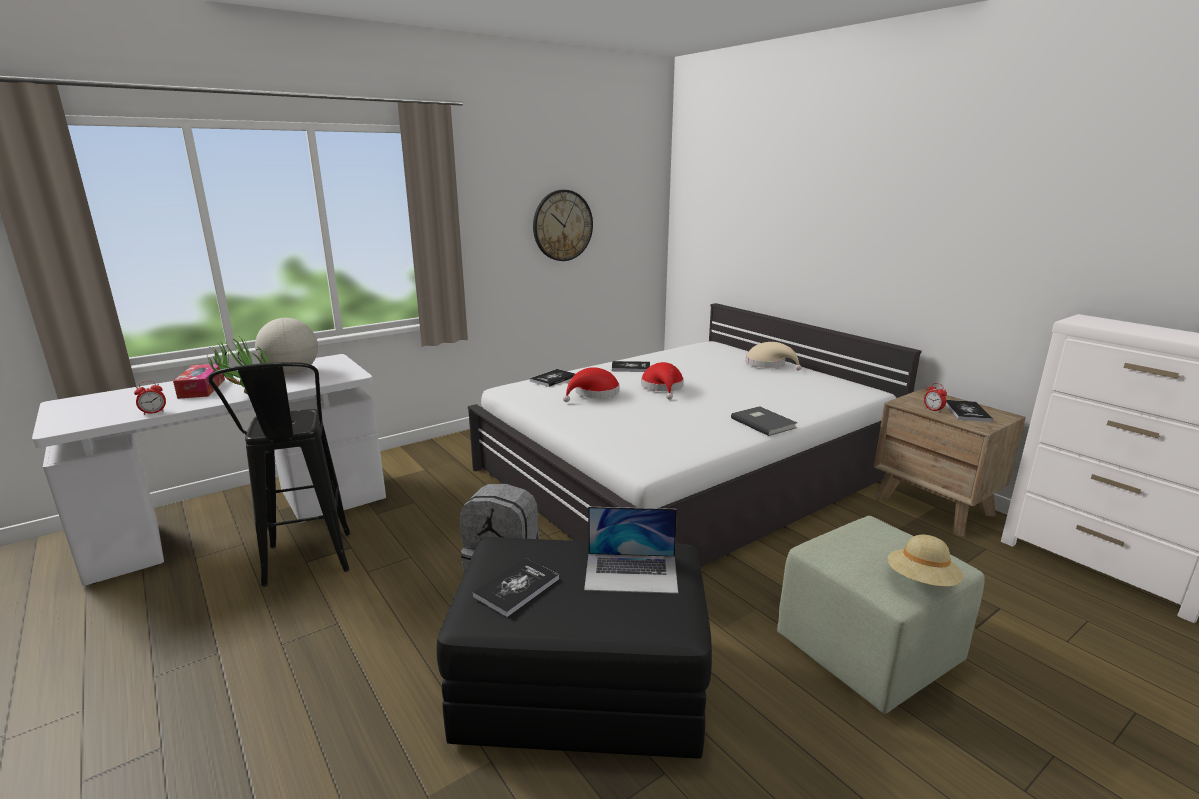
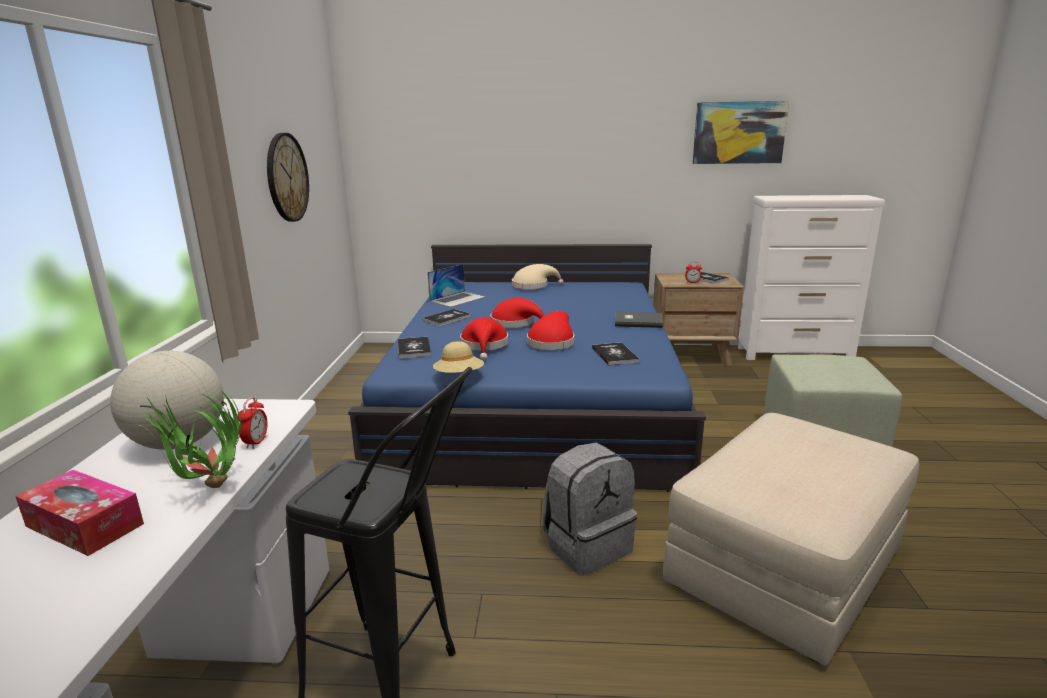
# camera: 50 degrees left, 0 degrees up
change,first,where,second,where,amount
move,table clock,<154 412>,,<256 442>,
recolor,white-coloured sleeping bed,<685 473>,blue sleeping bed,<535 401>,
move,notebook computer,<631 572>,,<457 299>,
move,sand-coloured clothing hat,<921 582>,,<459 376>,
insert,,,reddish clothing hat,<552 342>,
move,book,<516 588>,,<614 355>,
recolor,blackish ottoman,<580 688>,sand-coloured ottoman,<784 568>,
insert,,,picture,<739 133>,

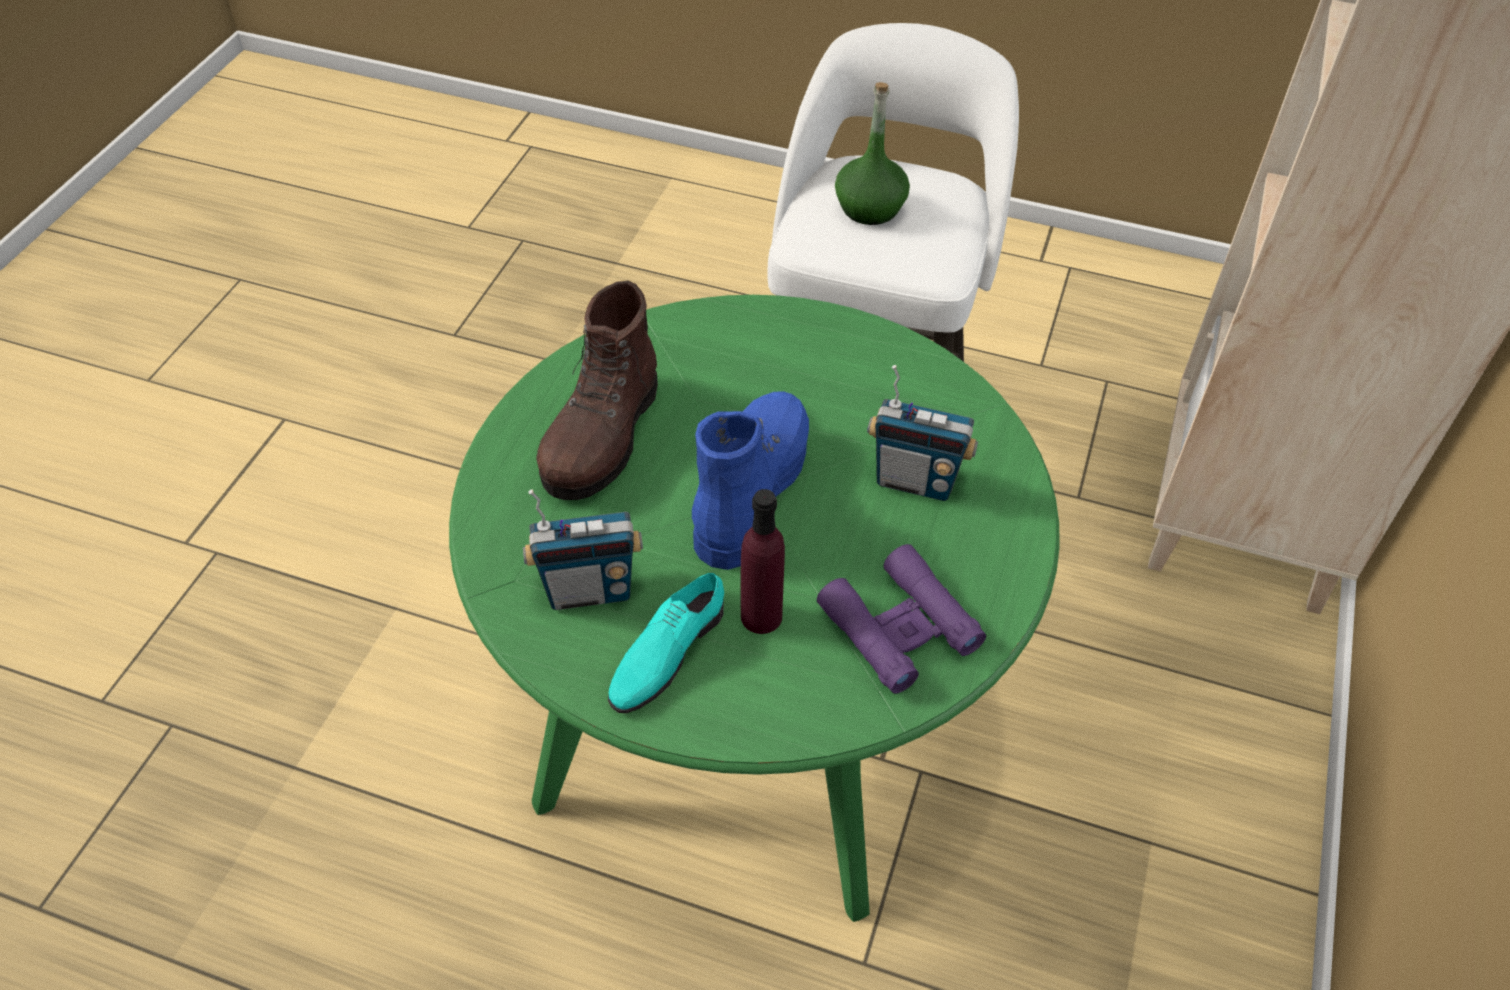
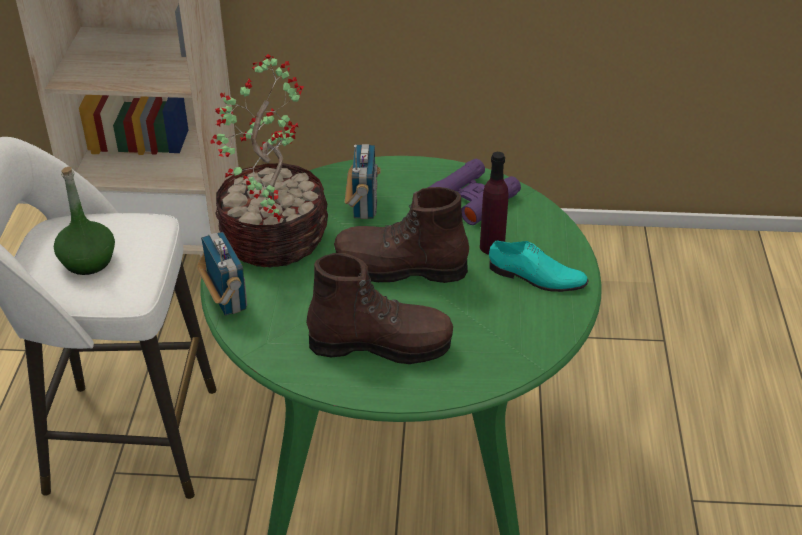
# camera: 105 degrees left, 10 degrees down
change,first,where,second,where,amount
move,radio set,<589 590>,,<226 299>,
insert,,,plant in a pot,<275 236>,
recolor,blue tall boot,<750 491>,brownish tall boot,<400 268>,

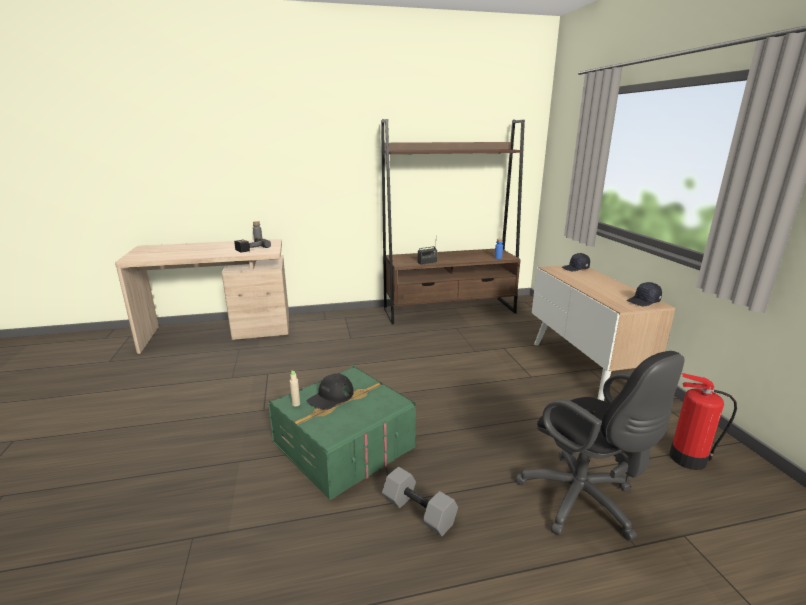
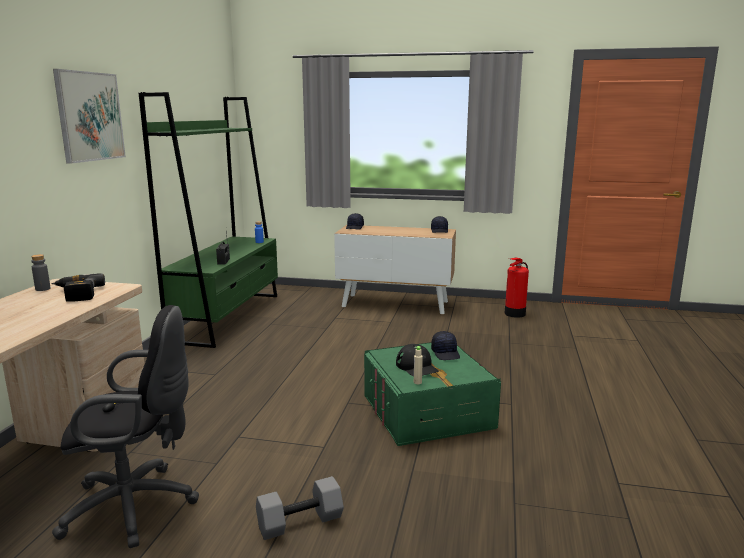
# camera: 65 degrees left, 5 degrees down
change,first,where,second,where,amount
move,blackish computer chair,<583 503>,,<137 506>,
insert,,,picture,<90 116>,
recolor,brownish bookshelf,<450 311>,green bookshelf,<227 317>,
move,greyish free weight,<417 512>,,<299 523>,
insert,,,blackish peaked cap,<446 353>,

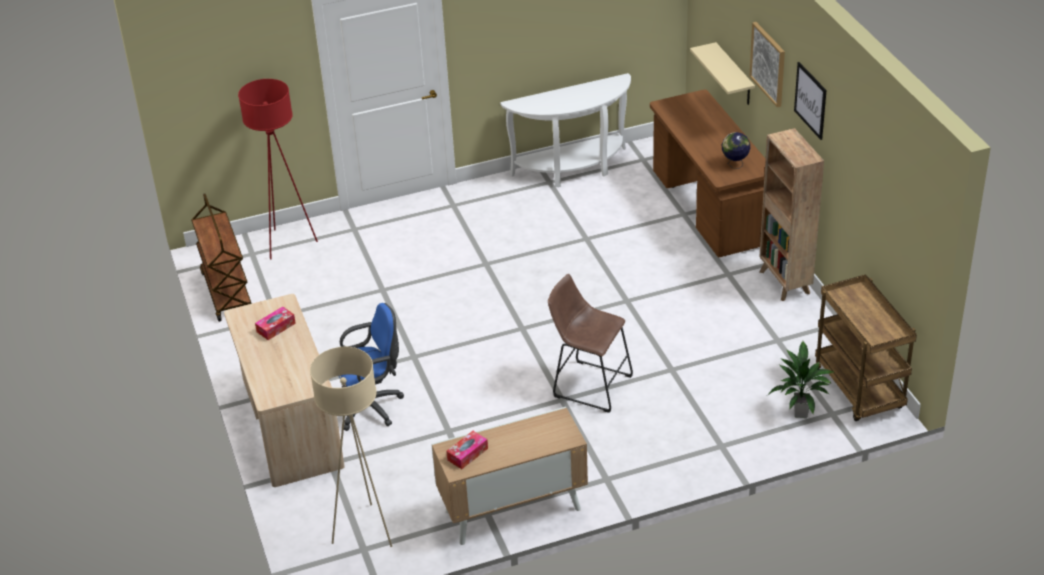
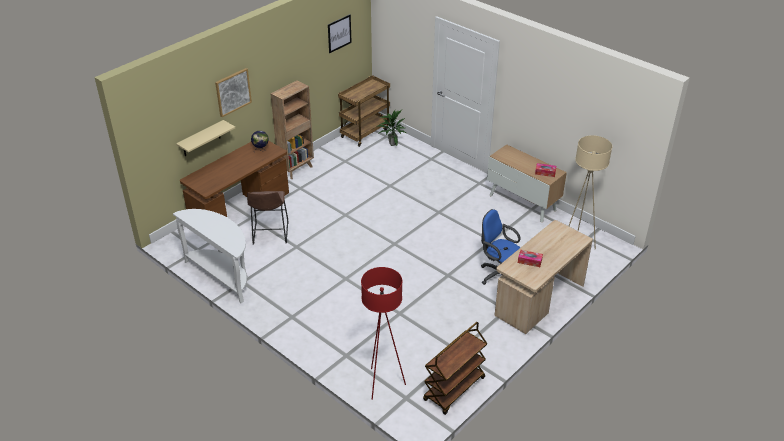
# camera: 120 degrees left, 0 degrees up
change,first,where,second,where,amount
move,brownish sitting stool,<588 384>,,<270 234>,
move,picture,<810 100>,,<339 33>,

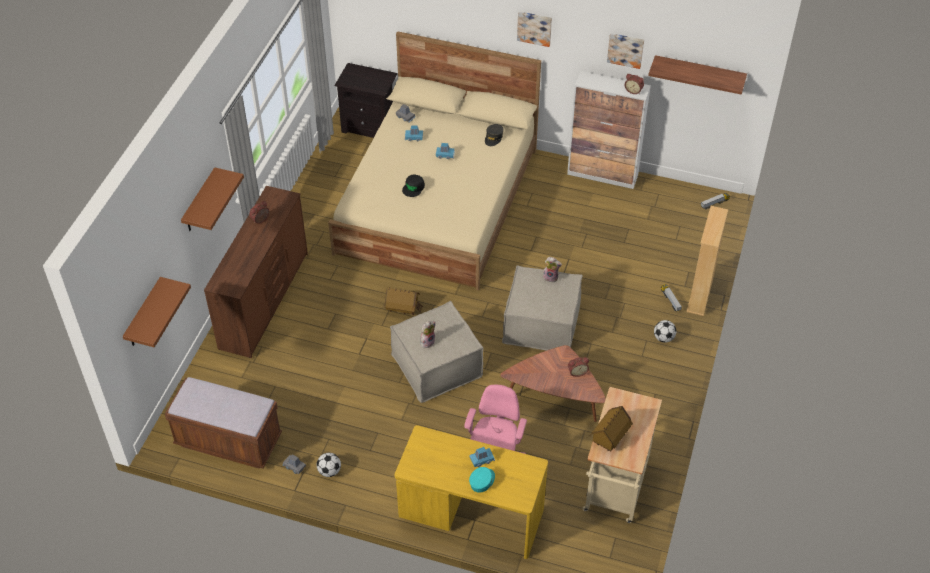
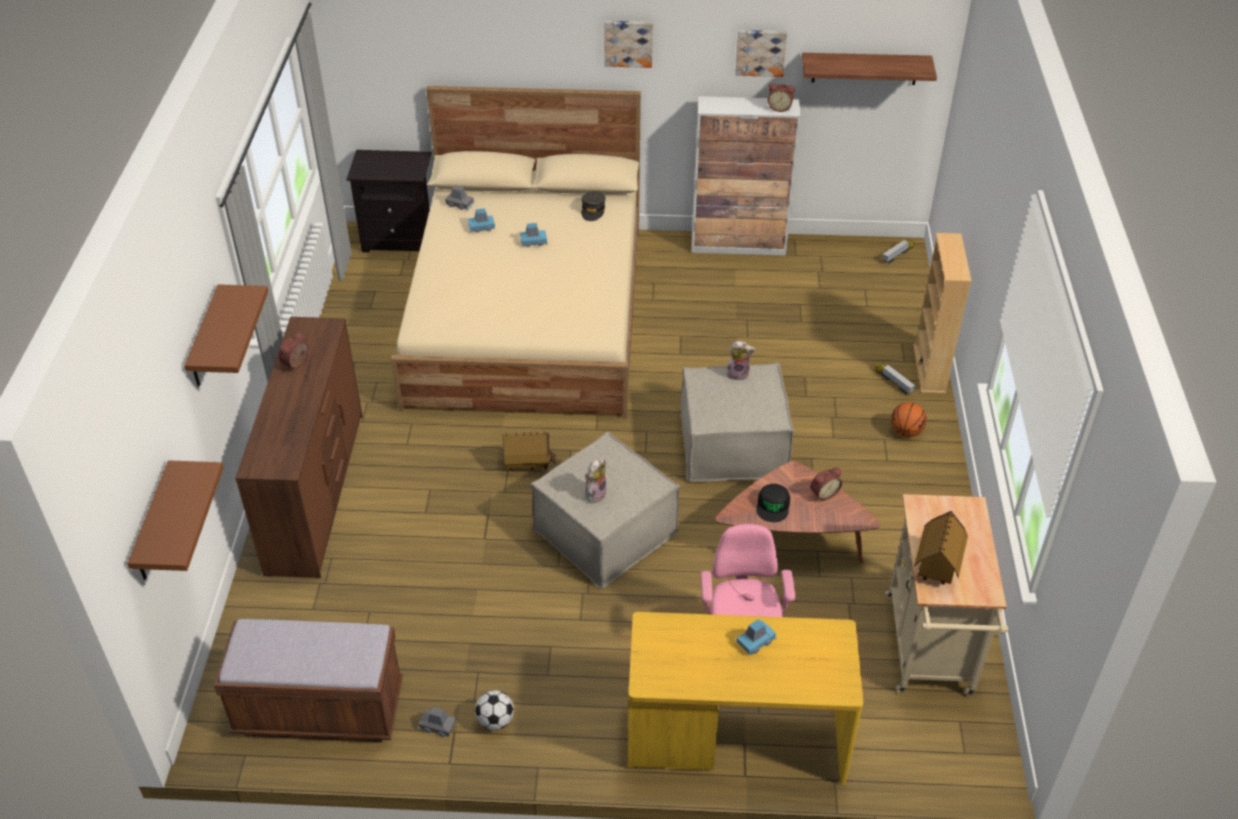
# camera: 15 degrees left, 5 degrees down
change,first,where,second,where,amount
move,blackish peaked cap,<413 188>,,<773 506>,
replace,football ball,<663 338>,basketball ball,<906 432>,
delete,turquoise-coloured peaked cap,<482 481>,,,

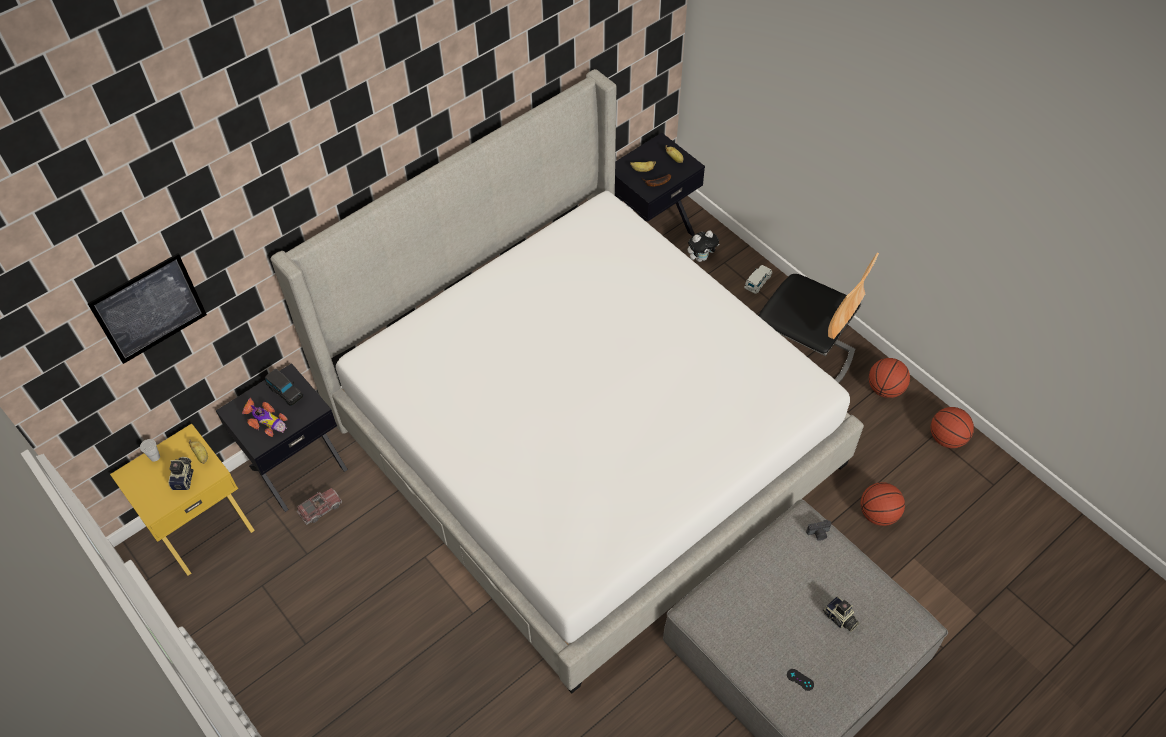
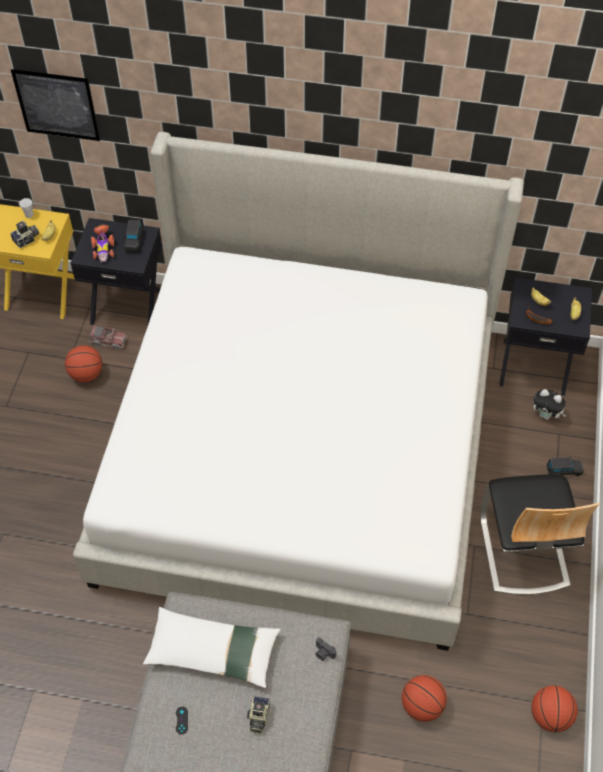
# camera: 50 degrees right, 0 degrees up
change,first,where,second,where,amount
move,basketball ball,<885 388>,,<86 374>,
insert,,,white-coloured cushion,<213 651>,
recolor,white-coloured miniature car,<757 283>,blackish miniature car,<563 470>,

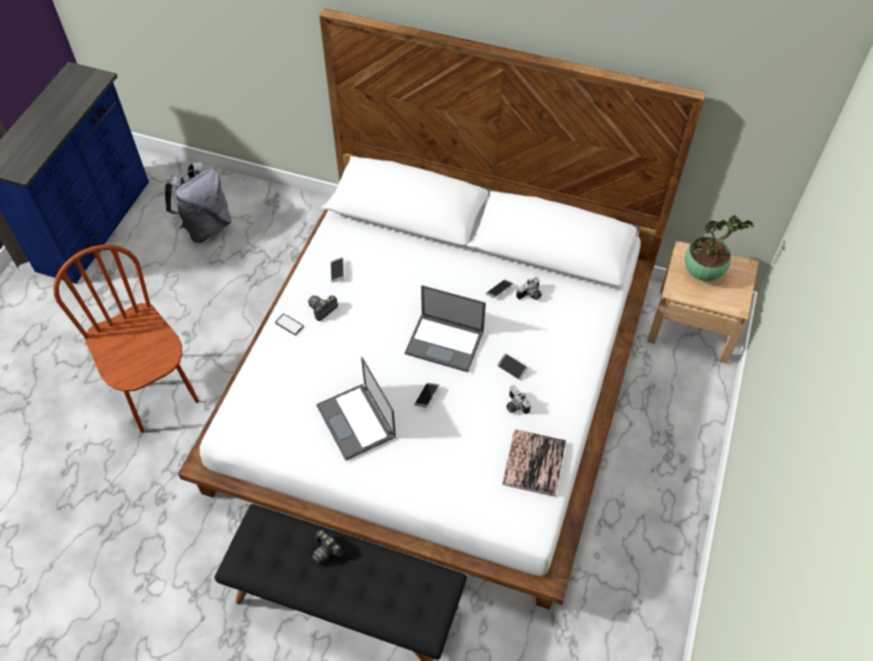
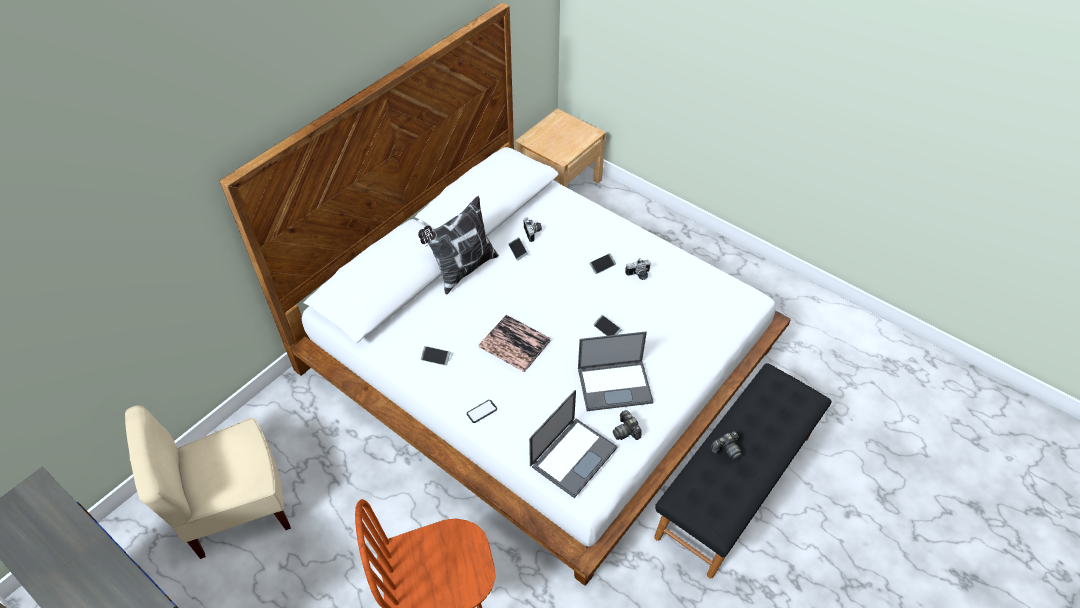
# camera: 70 degrees left, 5 degrees down
change,first,where,second,where,amount
replace,greyish knapsack,<206 227>,sand-coloured upright chair,<237 509>,
insert,,,cushion,<463 270>,
move,book,<534 463>,,<514 344>,
move,notebook computer,<445 342>,,<573 455>,
move,still camera,<322 309>,,<626 431>,
delete,plant in a pot,<703 272>,,,

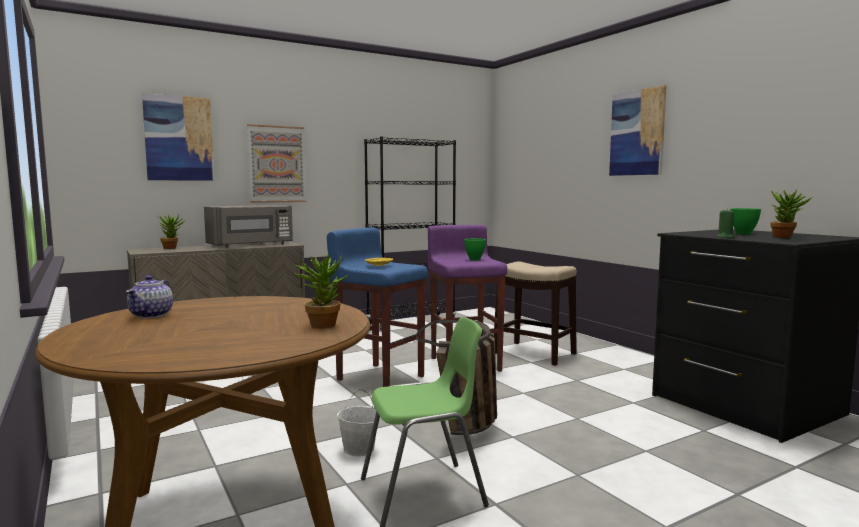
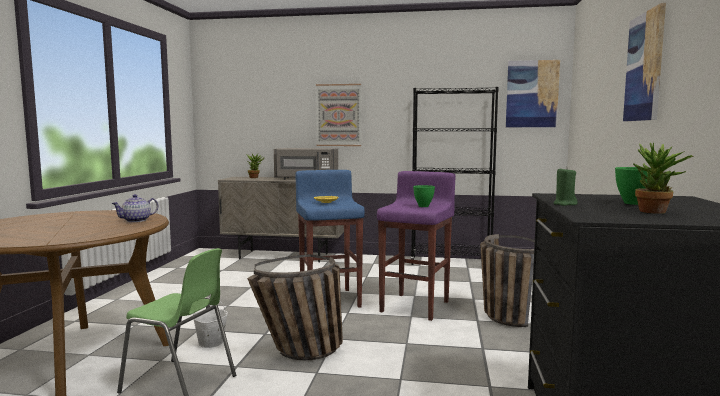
# camera: 40 degrees right, 0 degrees up
change,first,where,second,where,amount
move,tea pot,<152 315>,,<137 220>,
replace,sitting stool,<535 353>,storage basket,<500 314>,
move,picture,<179 138>,,<532 94>,
delete,plant in a pot,<322 324>,,,

